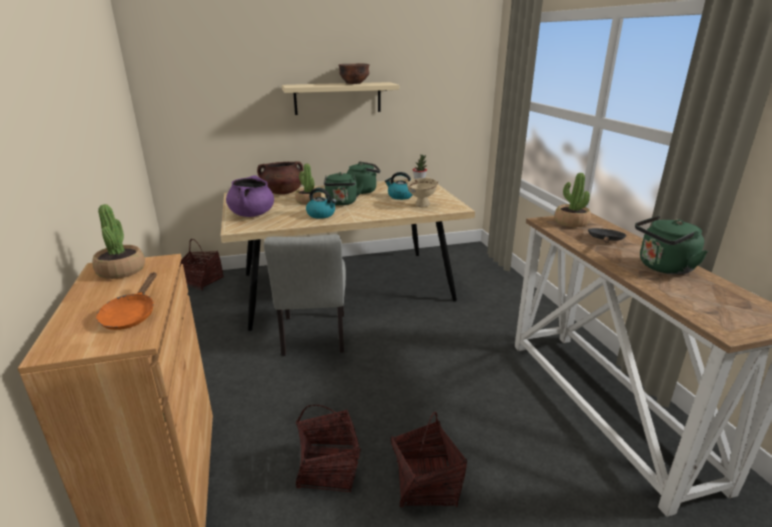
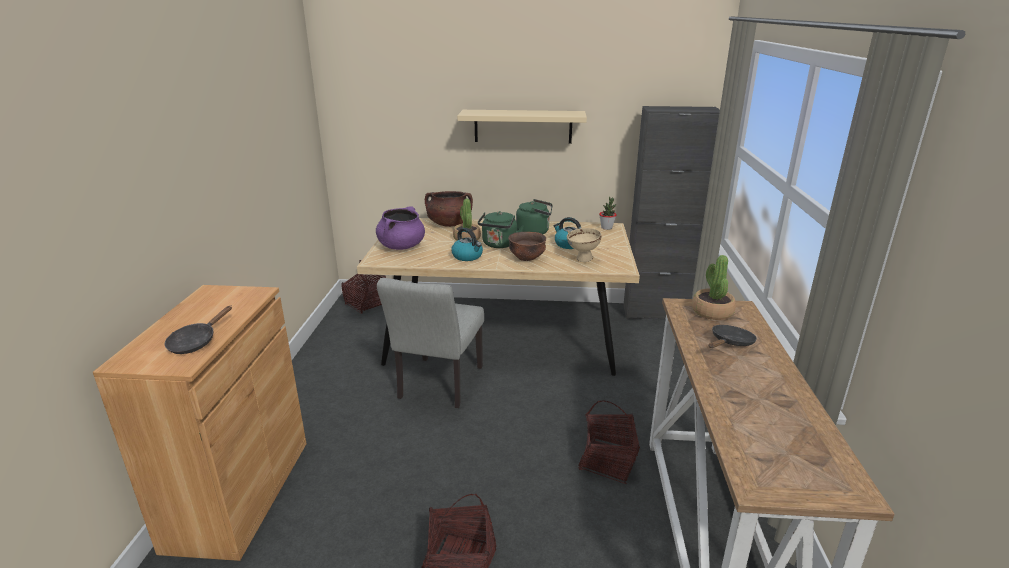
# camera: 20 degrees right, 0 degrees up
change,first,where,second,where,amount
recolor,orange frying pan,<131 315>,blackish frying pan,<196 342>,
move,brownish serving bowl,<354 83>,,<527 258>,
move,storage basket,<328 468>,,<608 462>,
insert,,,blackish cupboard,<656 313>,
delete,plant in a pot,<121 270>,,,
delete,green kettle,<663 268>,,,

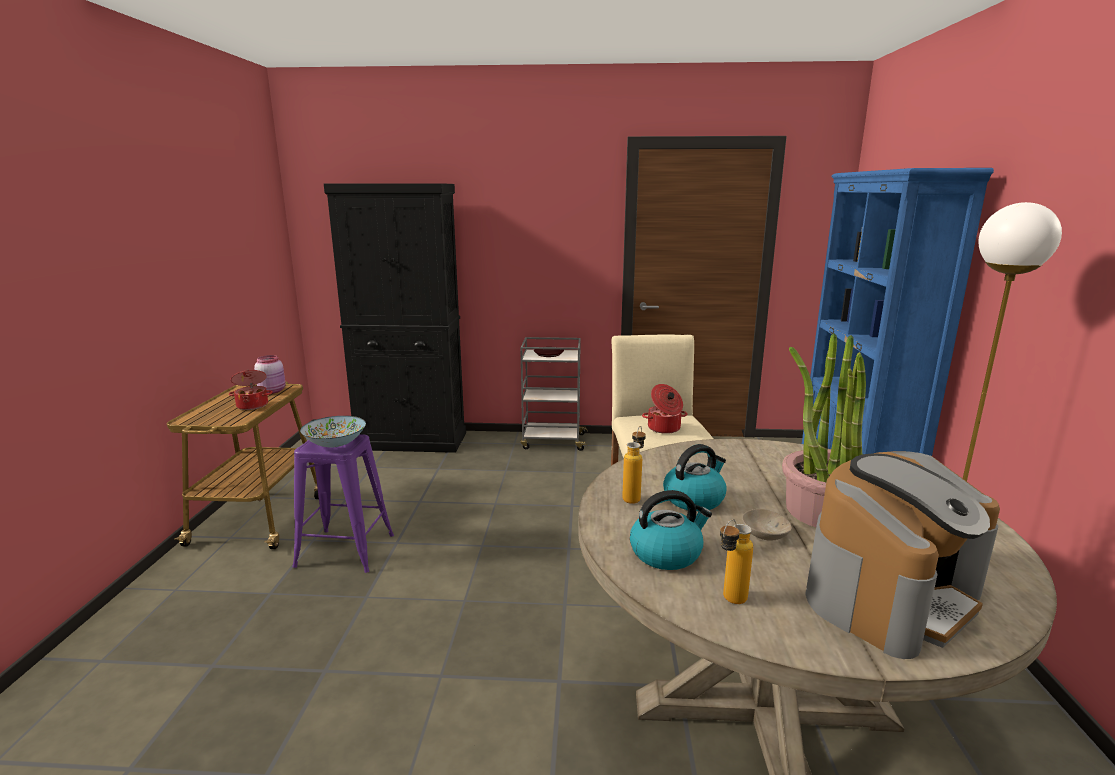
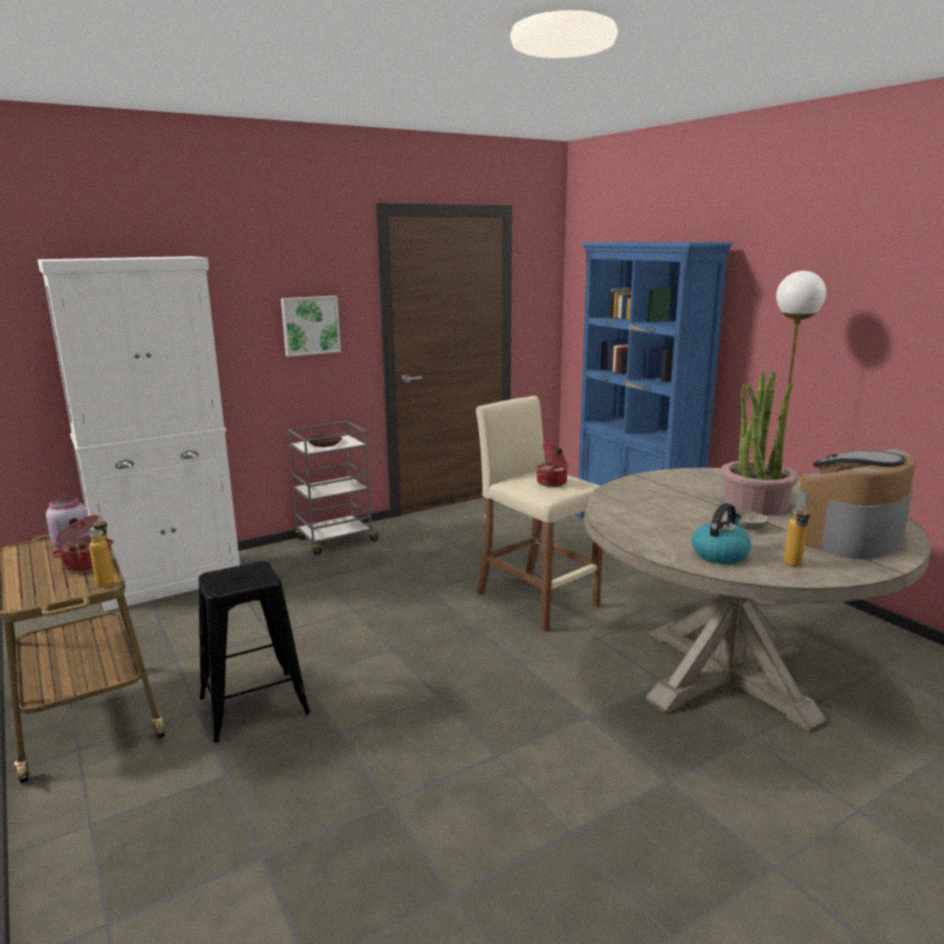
# camera: 35 degrees left, 0 degrees up
change,first,where,second,where,amount
recolor,blackish cupboard,<412 441>,white-coloured cupboard,<171 581>,
move,drink bottle,<633 496>,,<107 580>,
recolor,purple sitting stool,<345 550>,blackish sitting stool,<254 705>,
insert,,,picture,<310 325>,
rotate,coffee machine,<890 594>,,<849 536>,150 degrees counterclockwise
delete,serving bowl,<335 444>,,,
delete,kettle,<694 499>,,,

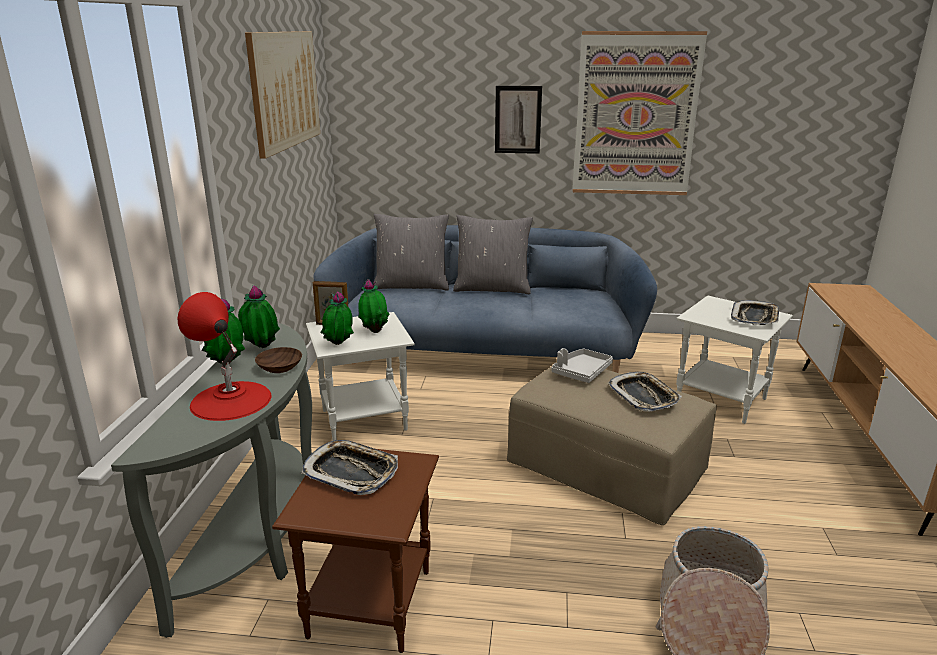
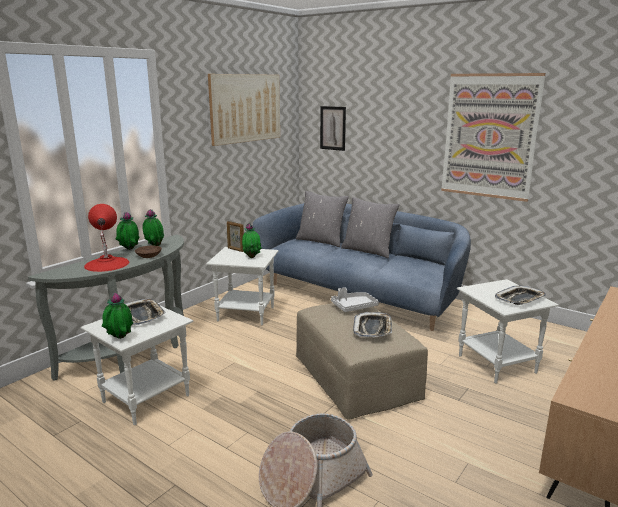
# camera: 30 degrees right, 5 degrees down
change,first,where,second,where,amount
recolor,brownish end table,<370 602>,white-coloured end table,<147 398>,
move,plant in a pot,<339 345>,,<119 339>,
move,picture,<518 119>,,<333 128>,

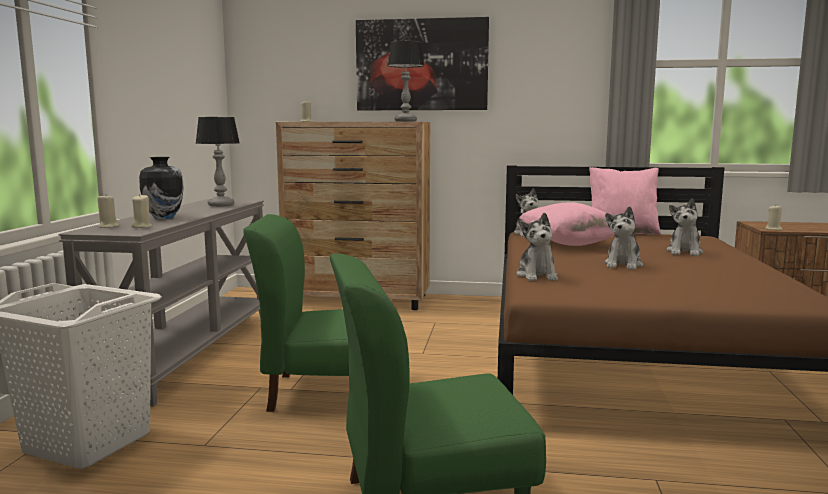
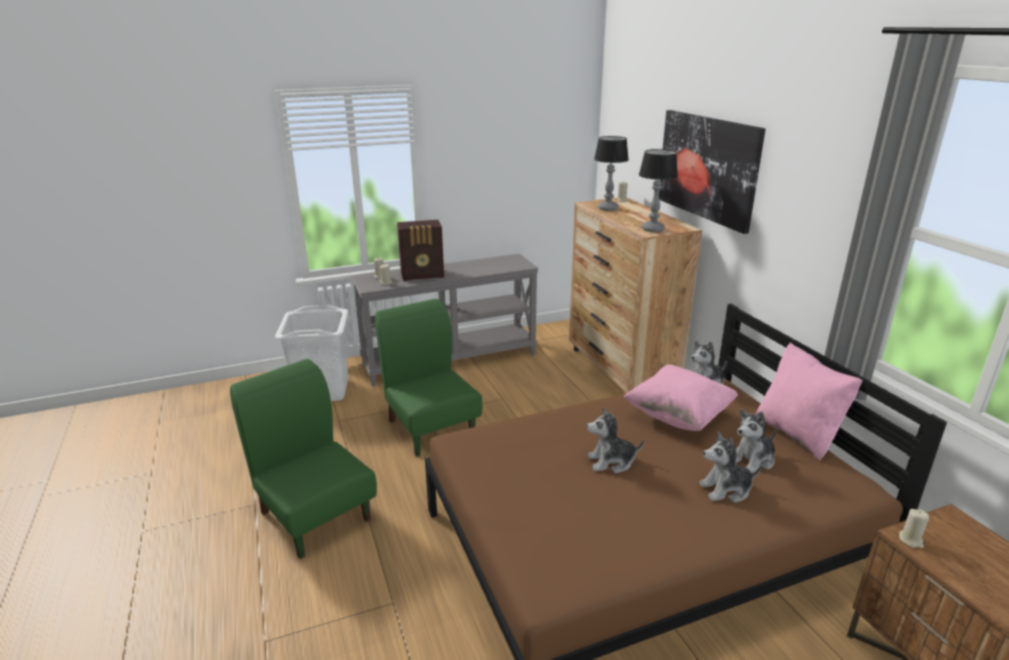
# camera: 60 degrees right, 15 degrees up
change,first,where,second,where,amount
replace,vase,<164 218>,radio set,<423 275>,
move,lamp for a table,<221 205>,,<608 208>,
move,soft toy,<537 276>,,<753 460>,

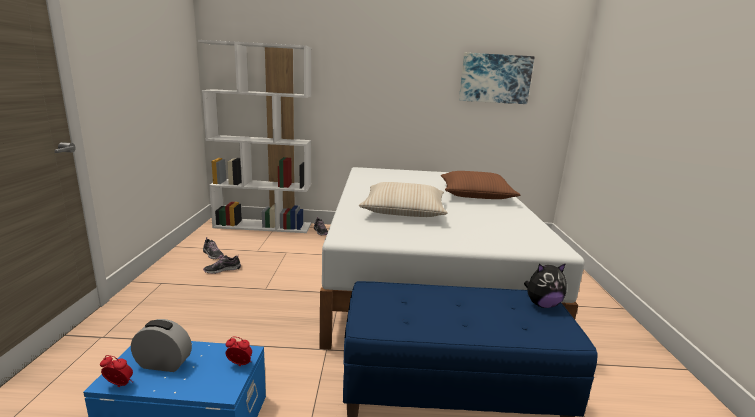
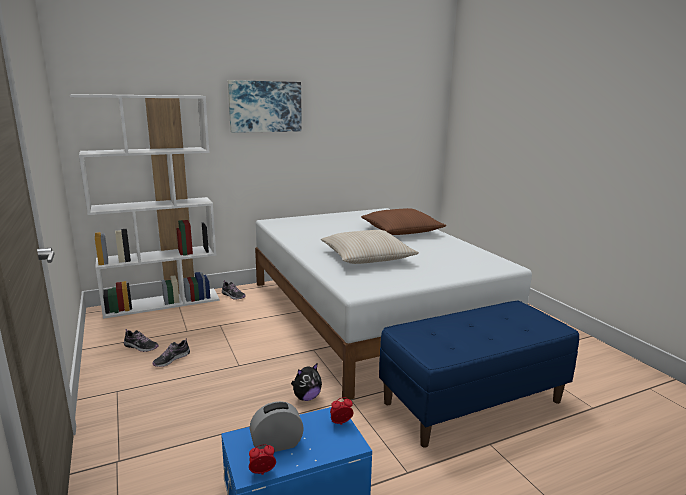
# camera: 25 degrees left, 0 degrees up
change,first,where,second,where,amount
move,picture,<495 78>,,<265 106>,
move,soft toy,<542 304>,,<306 397>,

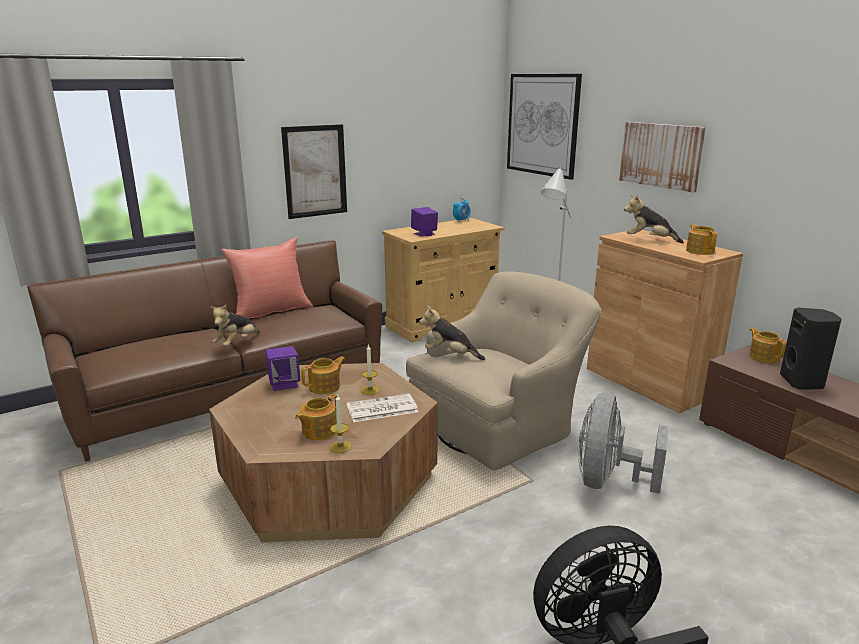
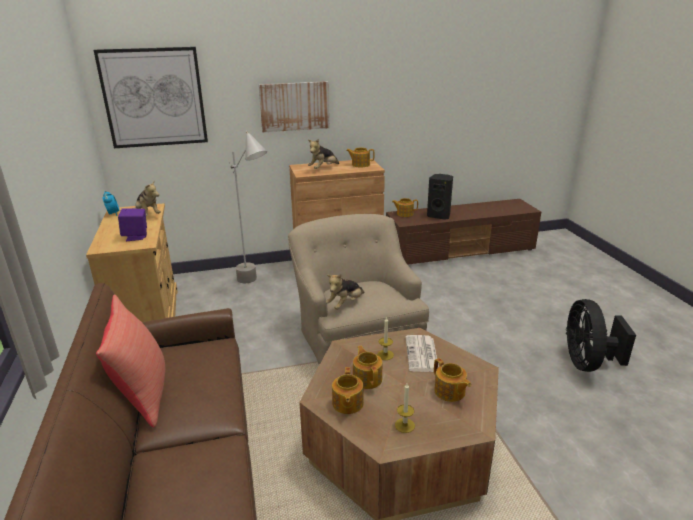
# camera: 70 degrees left, 5 degrees up
change,first,where,second,where,amount
move,soft toy,<237 343>,,<148 214>,
replace,purple audio speaker,<284 384>,tea pot,<347 404>,
move,wax light,<340 446>,,<404 425>,
delete,picture,<315 171>,,,
delete,greyish fan,<608 481>,,,

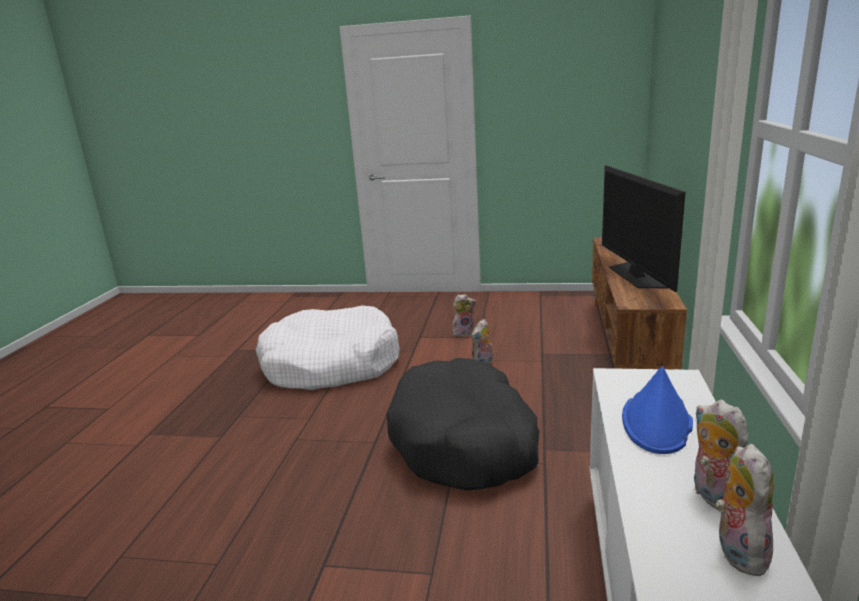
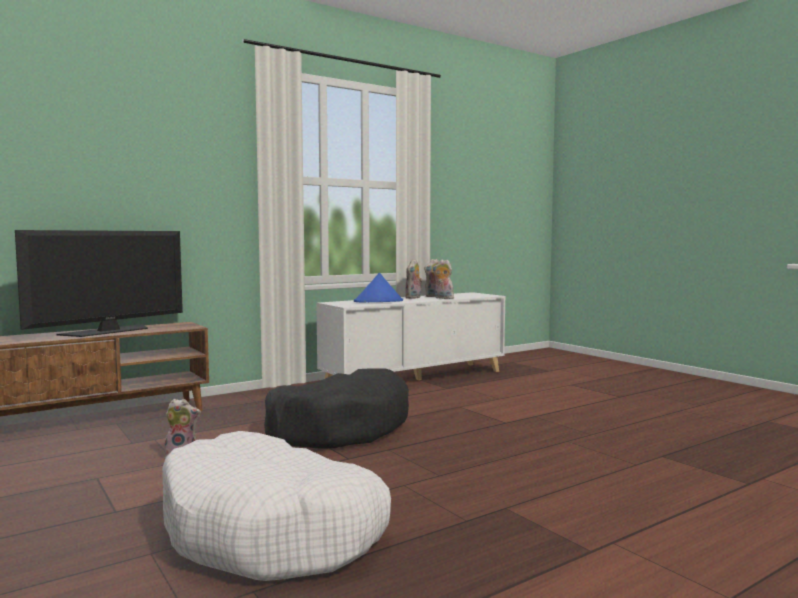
# camera: 135 degrees left, 15 degrees down
change,first,where,second,where,amount
move,soft toy,<464 332>,,<442 298>,

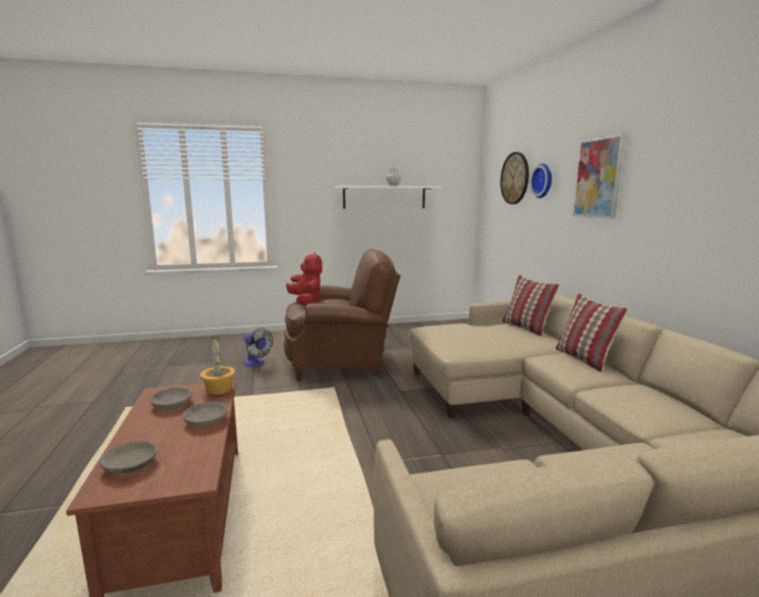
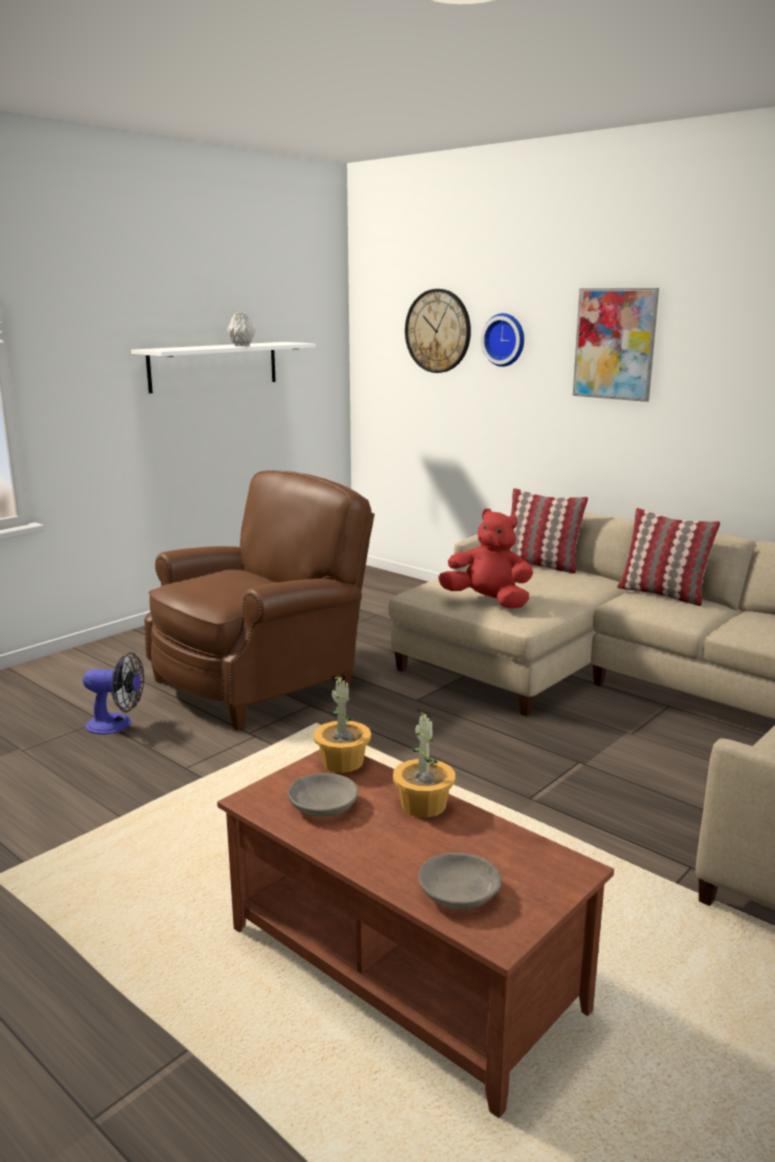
# camera: 35 degrees left, 5 degrees up
change,first,where,second,where,amount
replace,greyish serving bowl,<206 420>,plant in a pot,<423 805>,
move,reddish soft toy,<306 302>,,<488 601>,

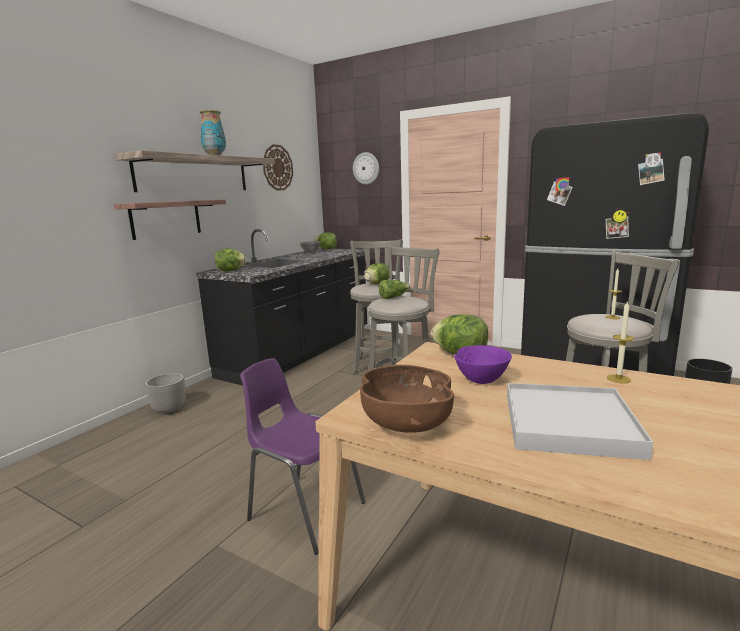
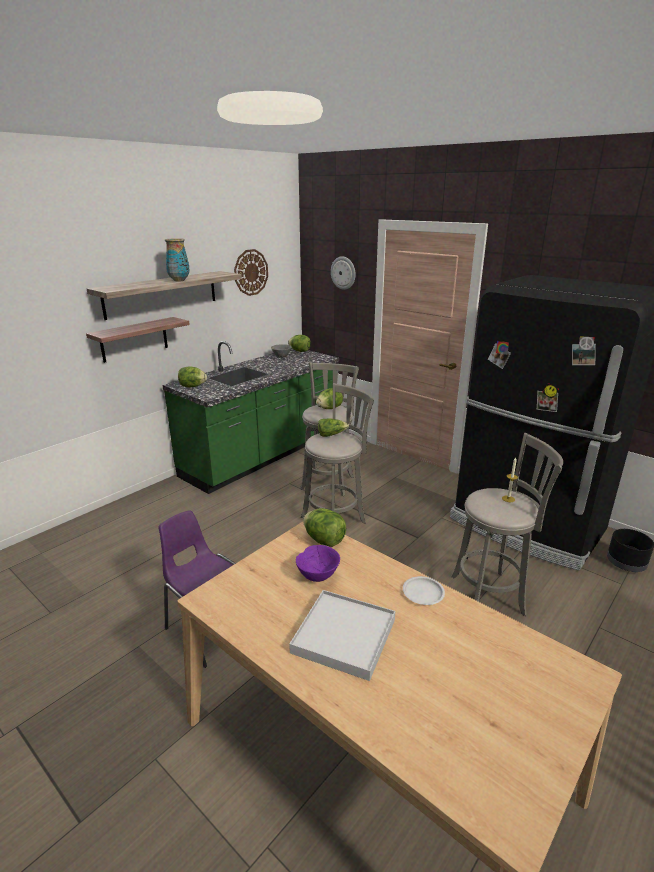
# camera: 10 degrees right, 10 degrees up
change,first,where,second,where,amount
recolor,blackish counter,<300 353>,green counter,<262 456>,
replace,wax light,<618 379>,white-coloured plate,<423 593>,
delete,plant pot,<169 411>,,,
delete,brownish serving bowl,<406 424>,,,

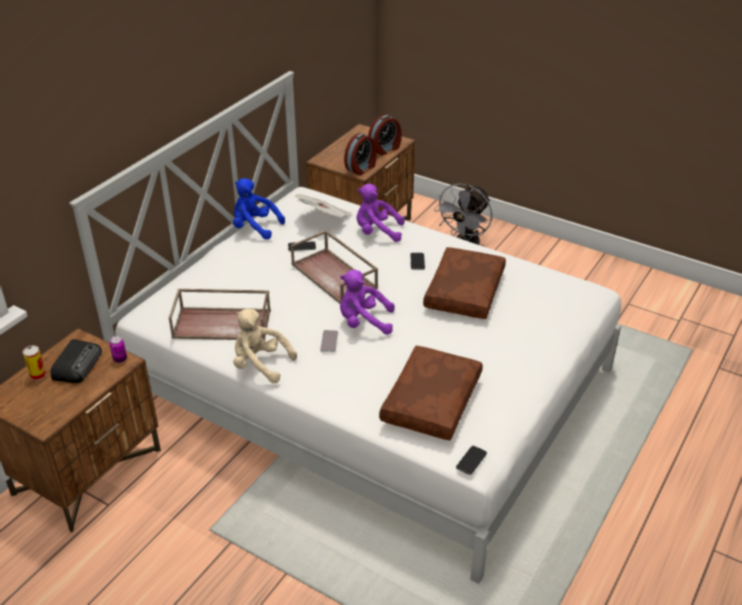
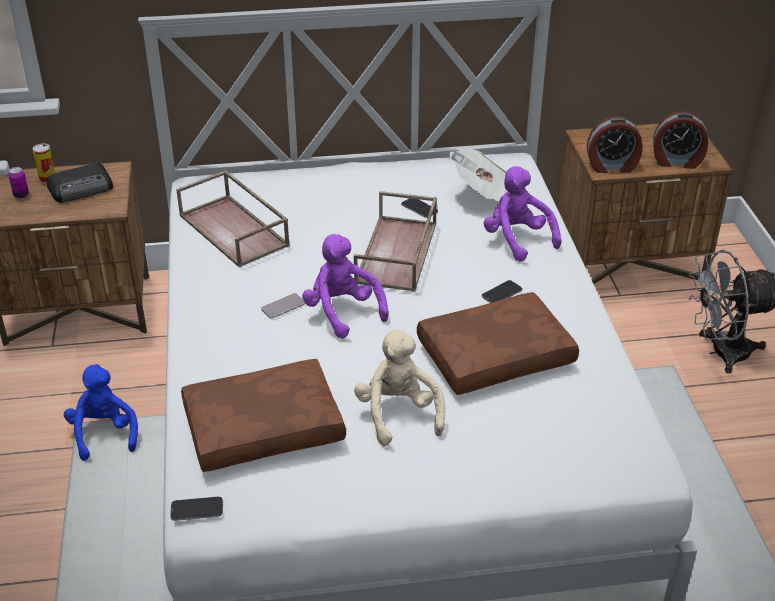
# camera: 50 degrees right, 0 degrees up
change,first,where,second,where,amount
move,metal can,<120 359>,,<21 195>,
move,blue soft toy,<255 227>,,<104 433>,
move,sand-coloured soft toy,<260 364>,,<398 414>,

